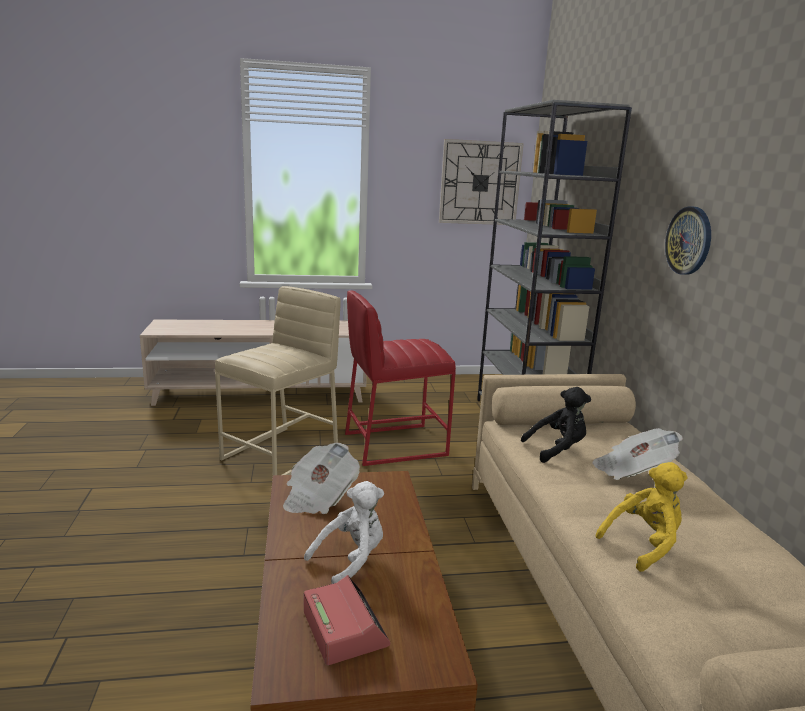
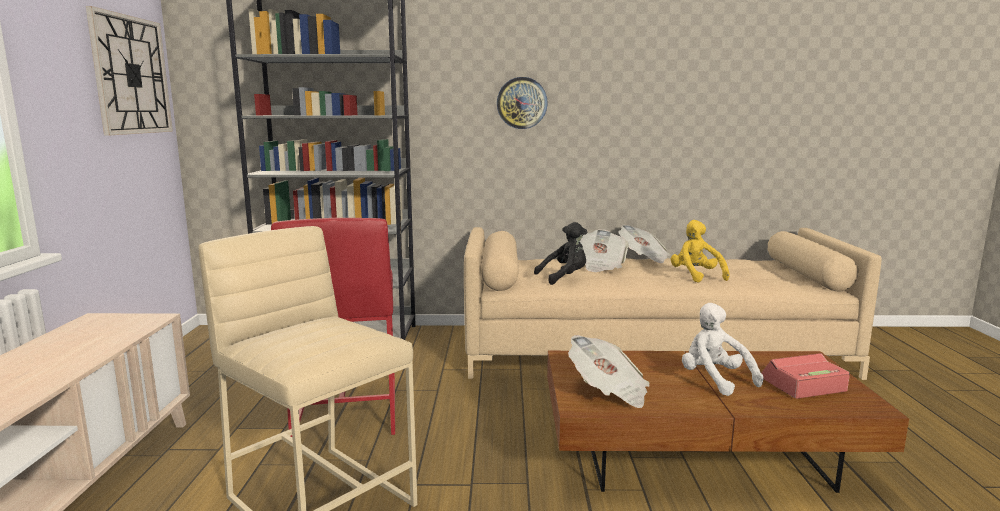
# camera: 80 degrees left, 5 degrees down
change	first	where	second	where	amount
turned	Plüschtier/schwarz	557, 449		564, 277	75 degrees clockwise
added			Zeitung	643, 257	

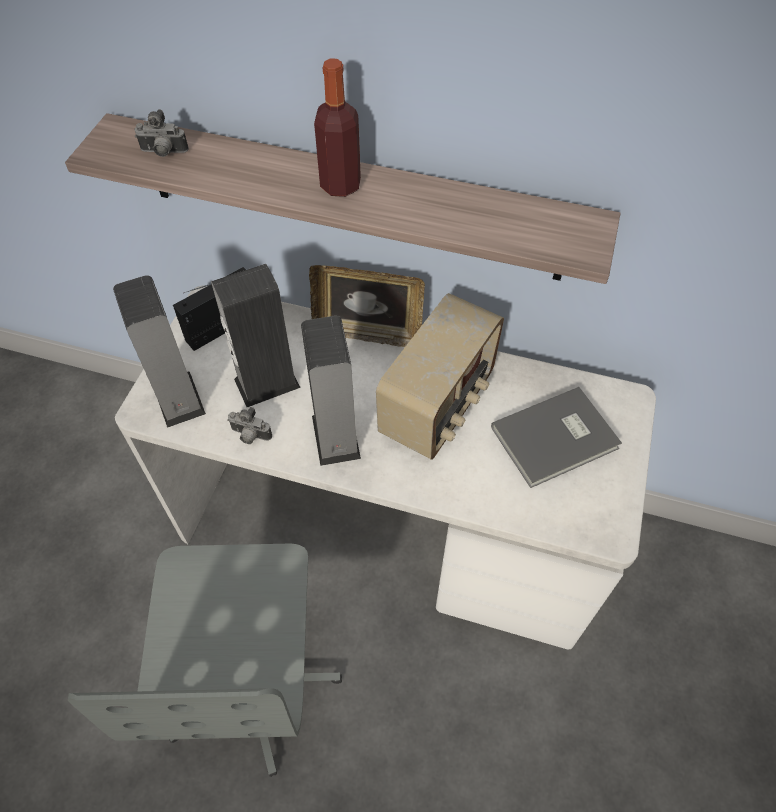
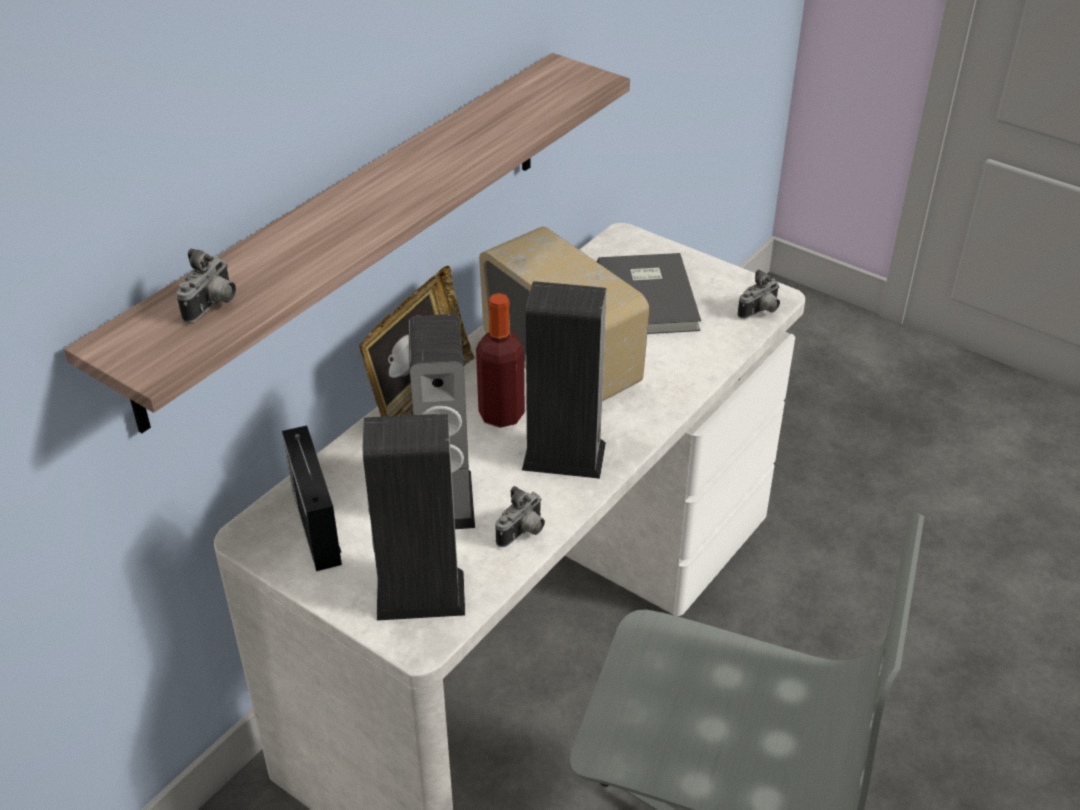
# camera: 70 degrees left, 15 degrees down
change	first	where	second	where	amount
moved	Flasche	340, 185		501, 414	
added			Kamera	760, 312	

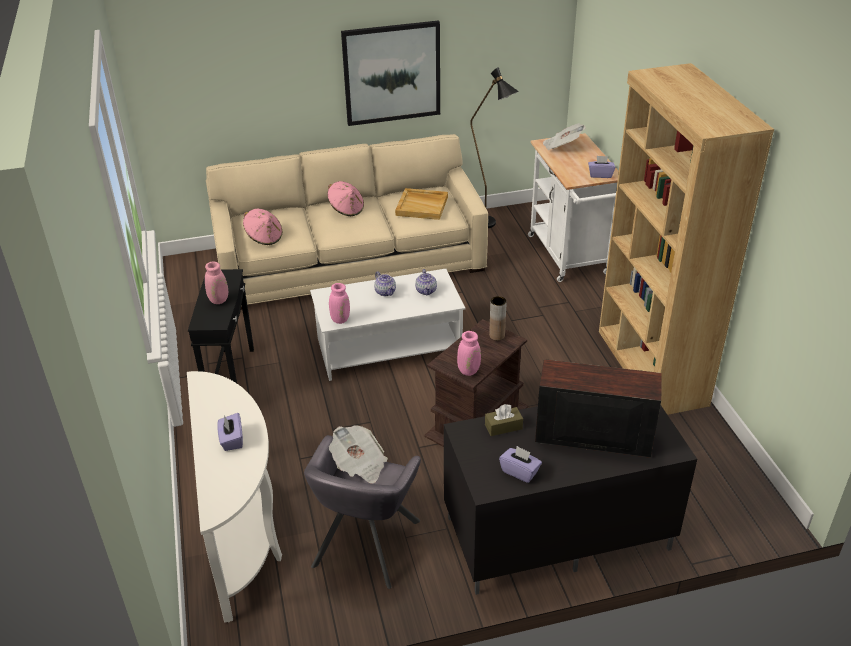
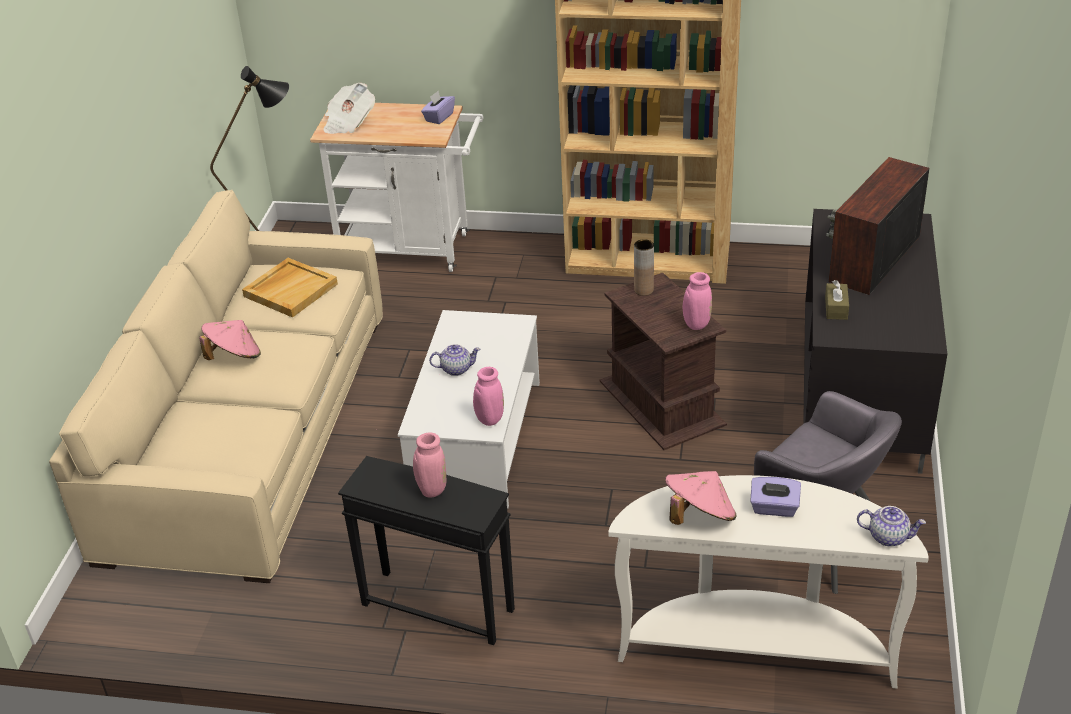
# camera: 65 degrees left, 0 degrees up
change	first	where	second	where	amount
moved	Hut/rosa	264, 238		699, 515	
removed	Zeitung	359, 465			
removed	Bild	392, 73			
moved	Teekanne	426, 291		889, 536	
removed	Taschentuchbox/lila	520, 471			

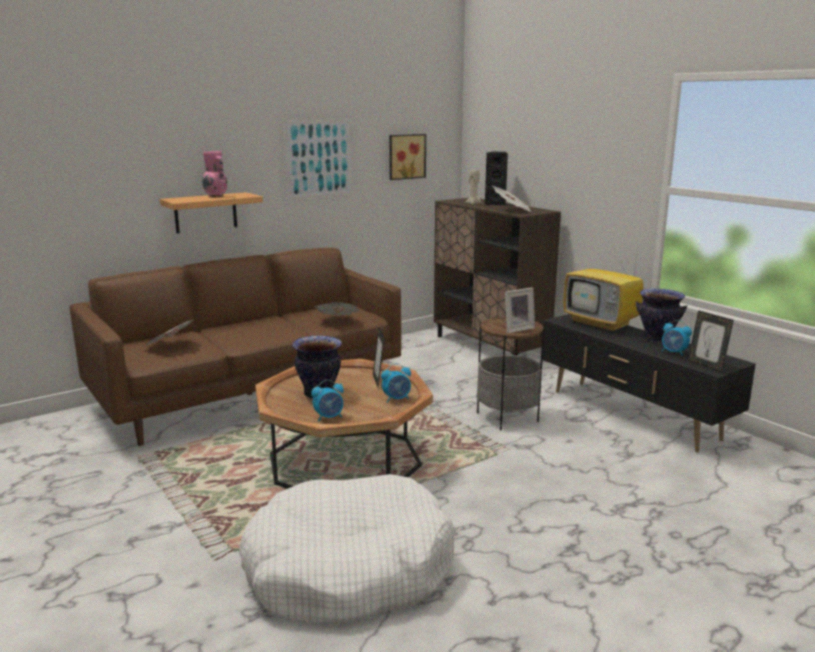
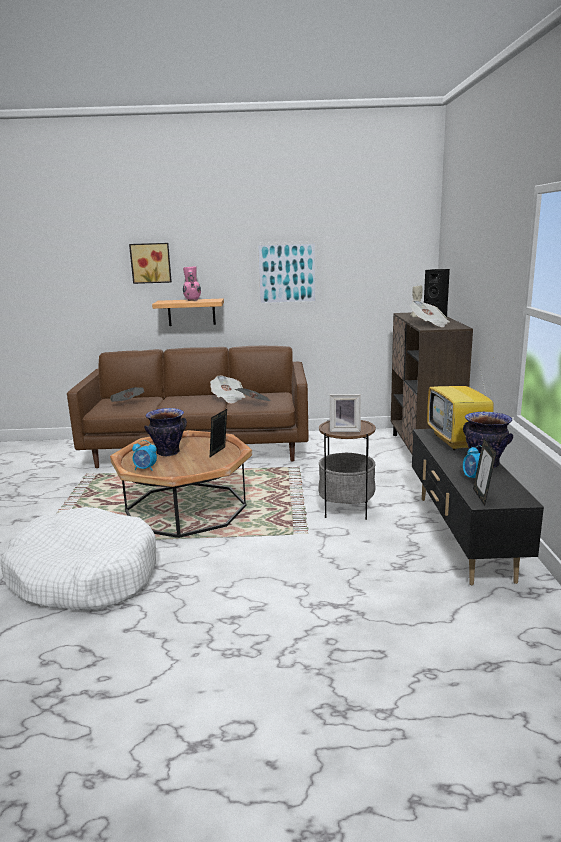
# camera: 35 degrees right, 0 degrees up
change	first	where	second	where	amount
removed	Wecker	397, 399			
moved	Bild	406, 156		151, 263	
added			Zeitung	228, 399	

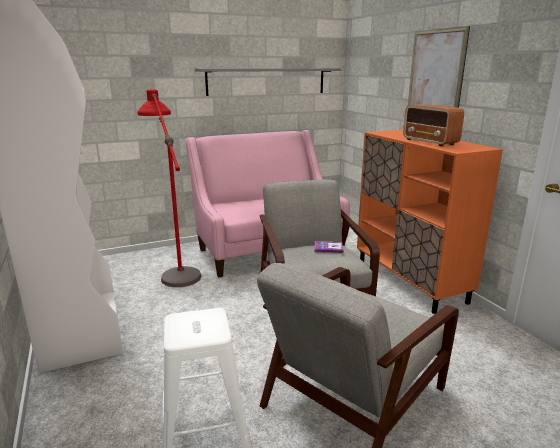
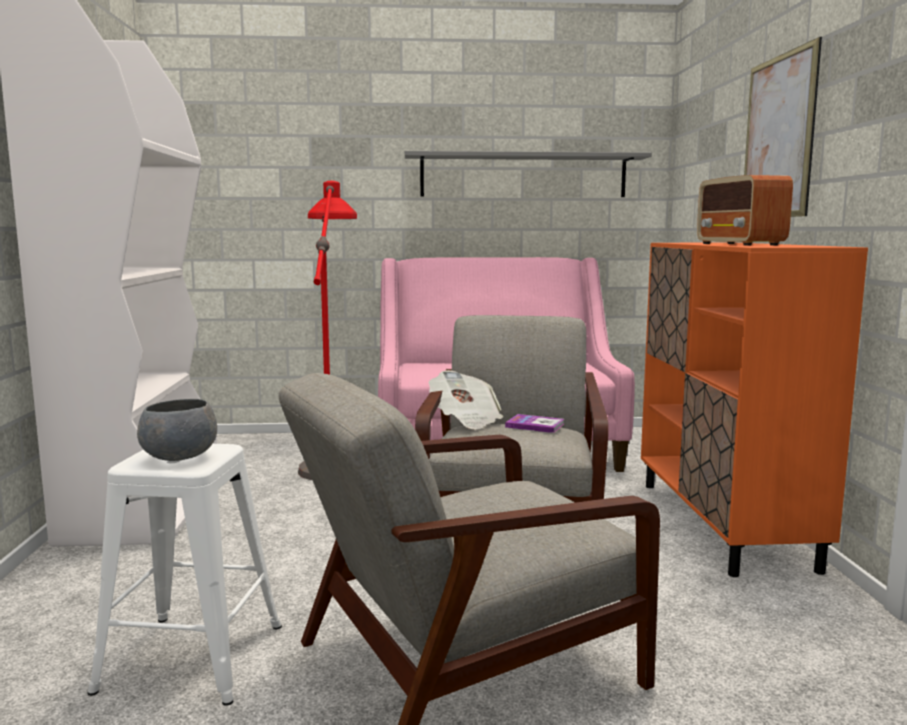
# camera: 20 degrees right, 10 degrees down
change	first	where	second	where	amount
added			Schüssel/grau	179, 457	
added			Zeitung	465, 419	

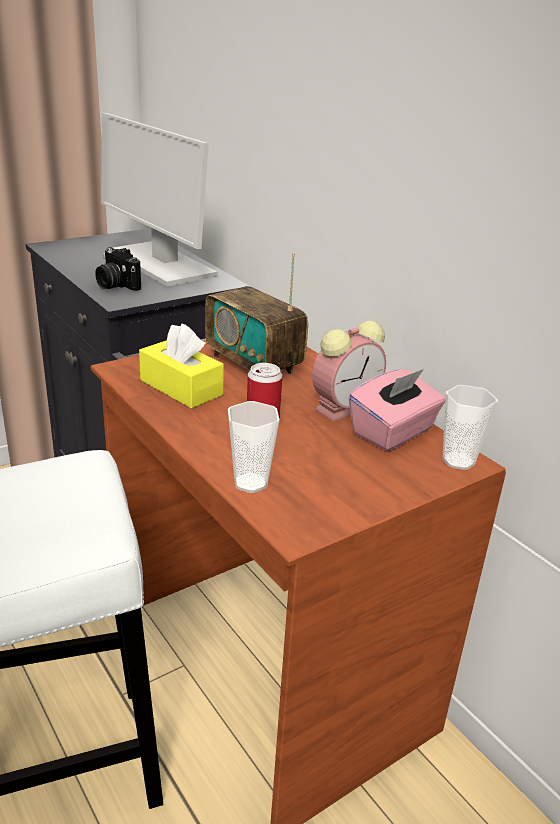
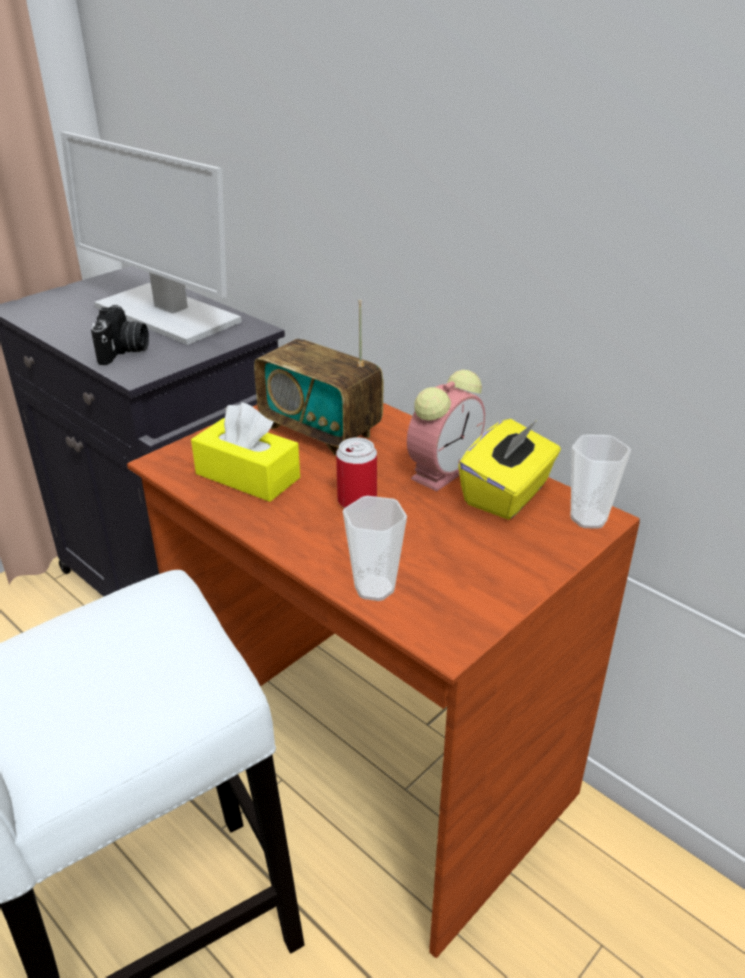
# camera: 10 degrees left, 5 degrees up
change	first	where	second	where	amount
turned	Kamera	116, 285		124, 351	120 degrees counterclockwise
recoloured	Taschentuchbox/rosa	393, 432	Taschentuchbox/gelb	507, 494	

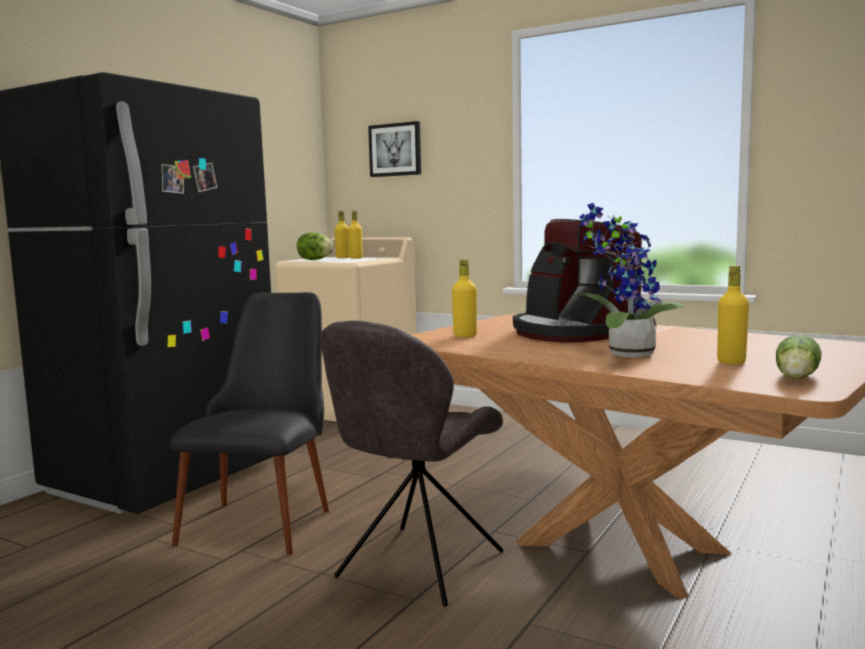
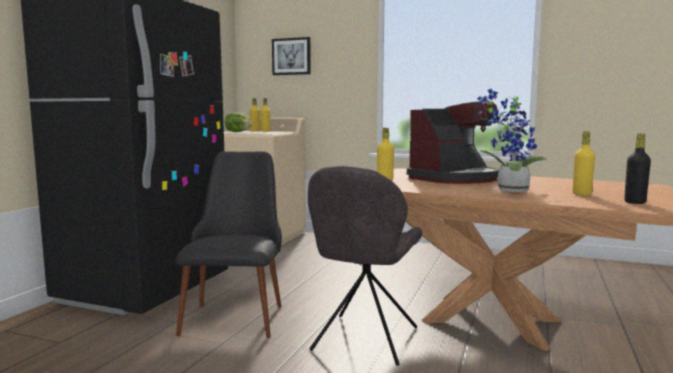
# camera: 10 degrees left, 0 degrees up
change	first	where	second	where	amount
turned	Kaffeemaschine	572, 332		455, 178	90 degrees counterclockwise
replaced	Salatkopf	796, 378	Flasche/schwarz	635, 202	

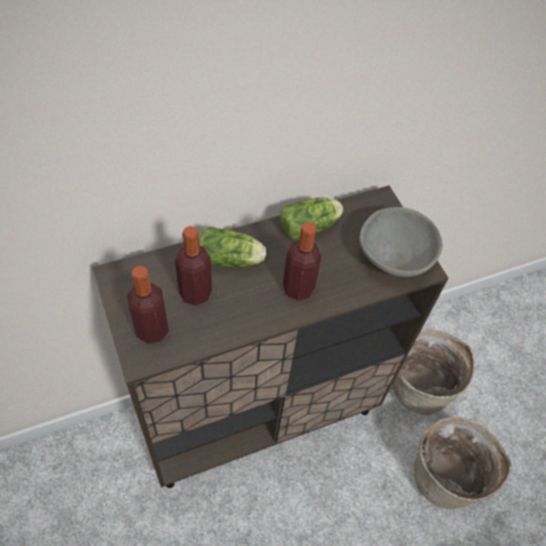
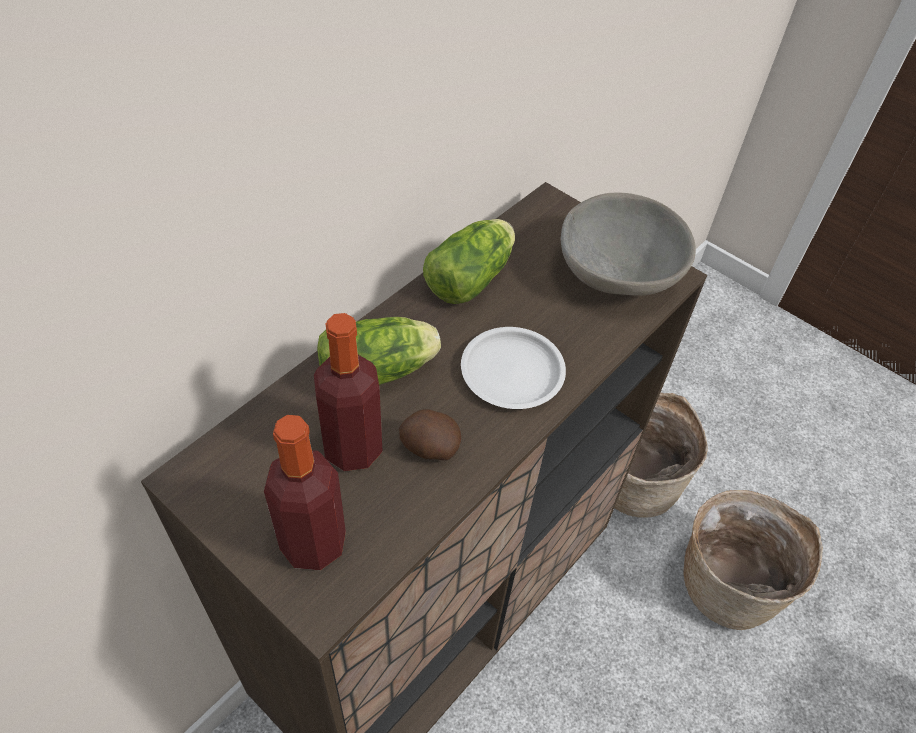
# camera: 25 degrees left, 5 degrees down
change	first	where	second	where	amount
replaced	Flasche	298, 288	Teller/weiß	511, 373	
added			Kartoffel	429, 447	

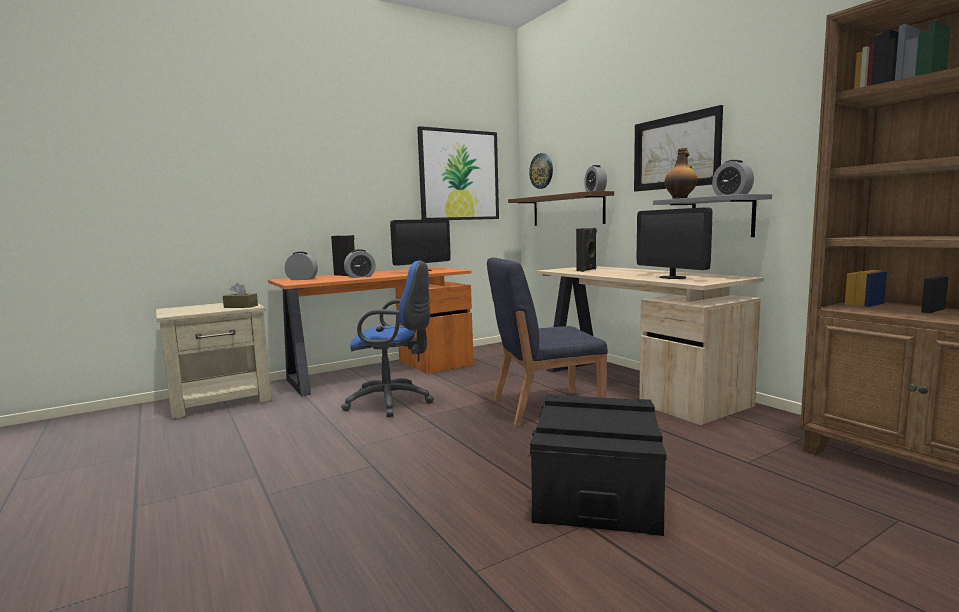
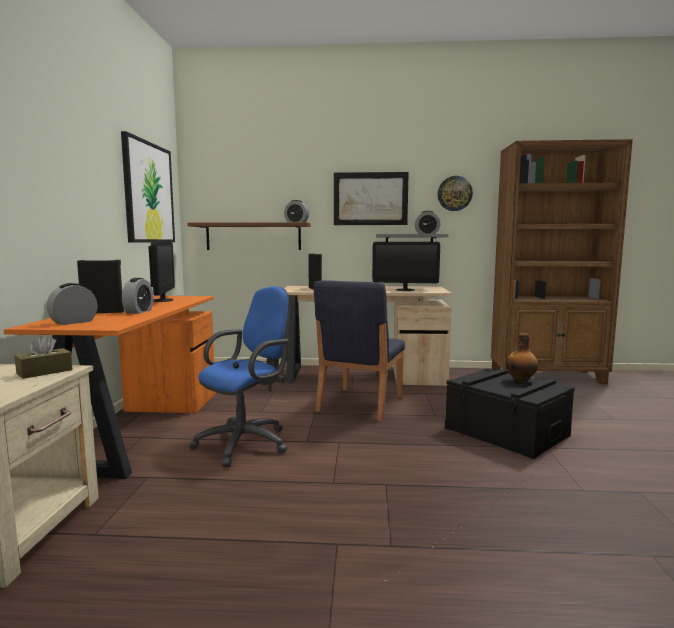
# camera: 55 degrees left, 0 degrees up
change	first	where	second	where	amount
moved	Wanduhr	541, 171		454, 193	
moved	Flasche	680, 198		521, 381	

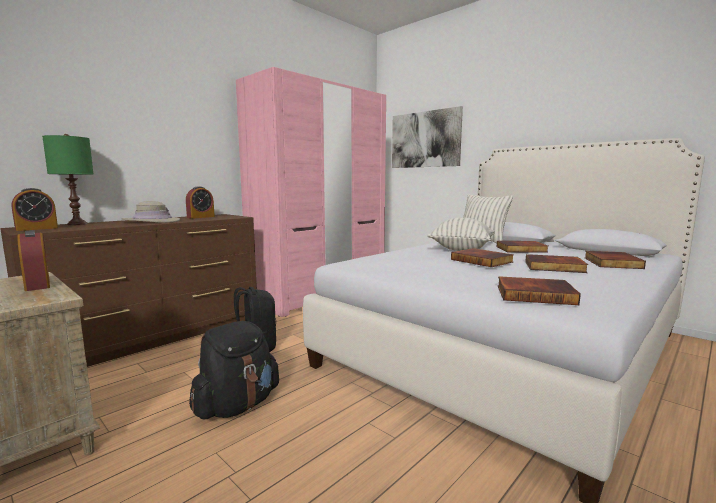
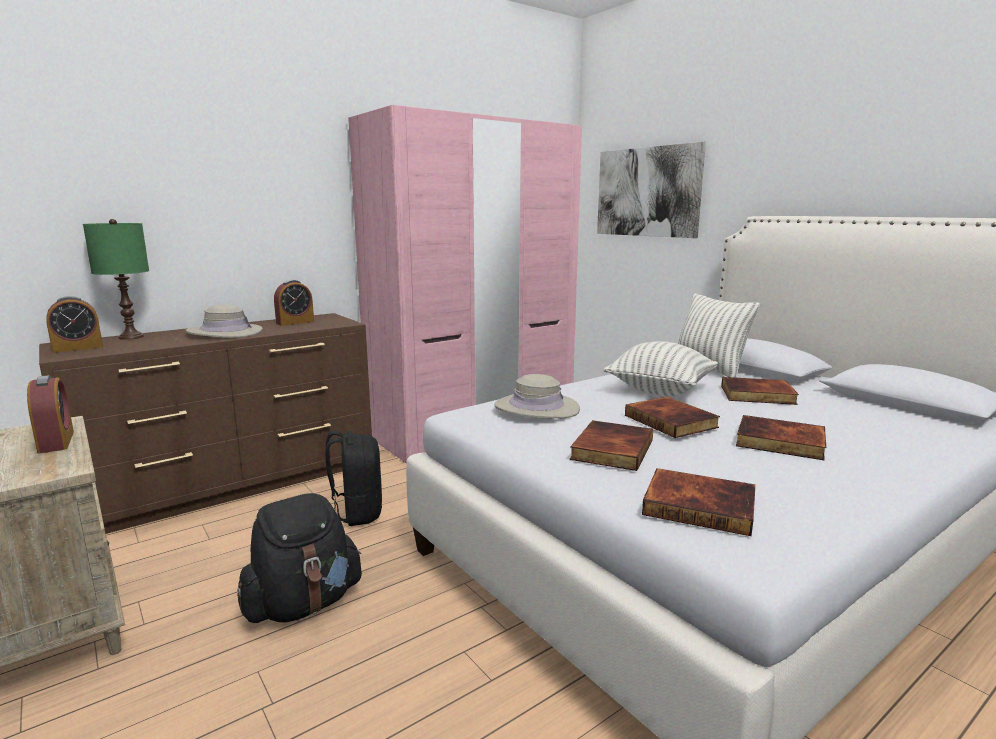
# camera: 10 degrees right, 5 degrees up
change	first	where	second	where	amount
moved	Buch	611, 263		610, 449	
added			Hut/beige	536, 408	

